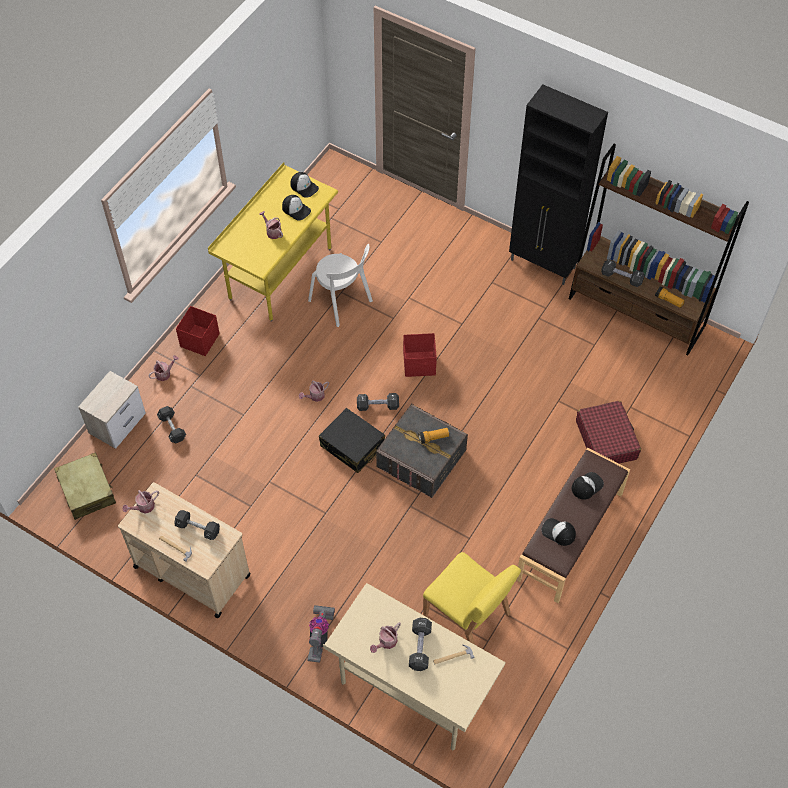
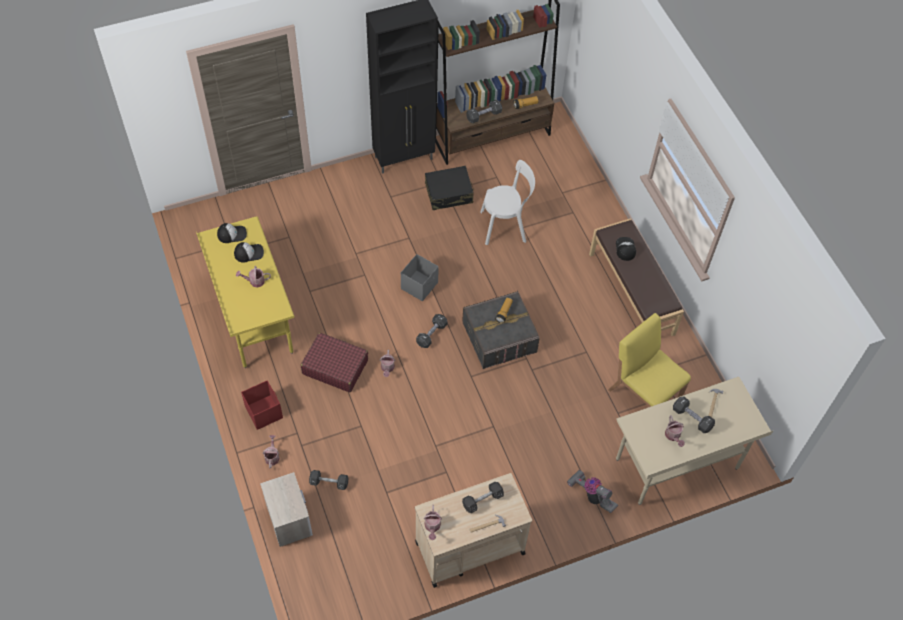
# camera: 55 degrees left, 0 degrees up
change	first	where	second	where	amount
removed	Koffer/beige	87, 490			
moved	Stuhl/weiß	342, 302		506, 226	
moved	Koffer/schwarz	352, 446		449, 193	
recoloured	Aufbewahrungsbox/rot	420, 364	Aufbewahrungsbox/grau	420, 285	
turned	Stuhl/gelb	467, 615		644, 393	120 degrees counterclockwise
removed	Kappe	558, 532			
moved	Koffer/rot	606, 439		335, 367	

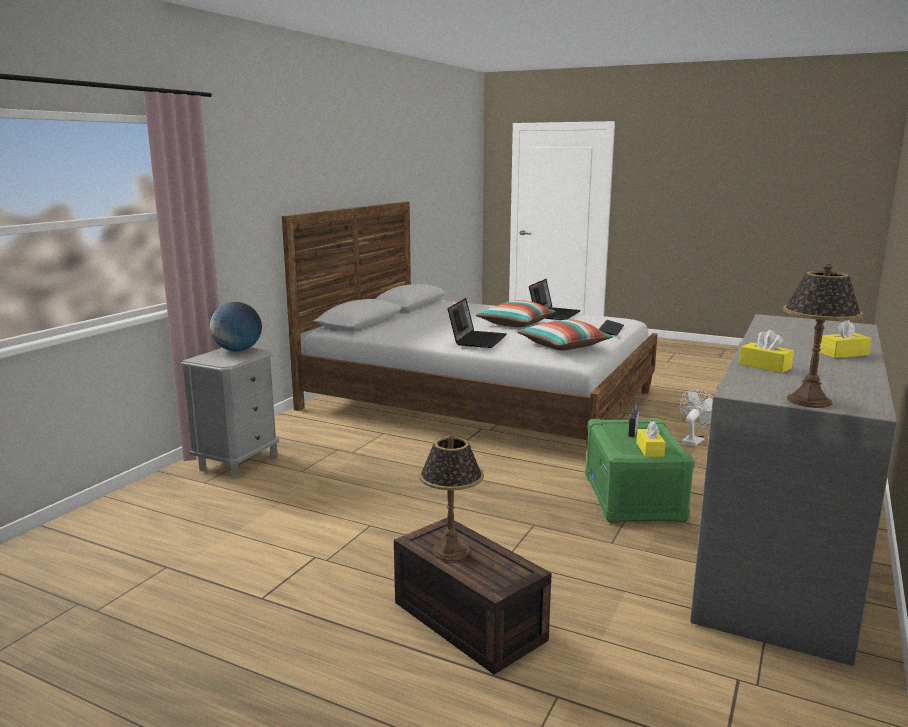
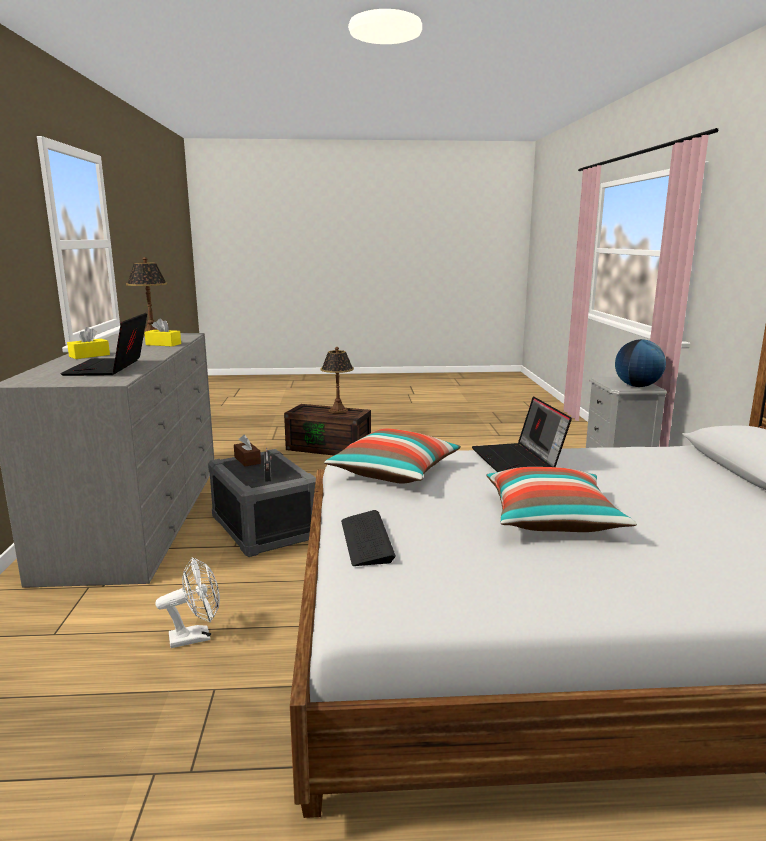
# camera: 150 degrees right, 0 degrees up
change	first	where	second	where	amount
moved	Laptop	554, 314		109, 368	
recoloured	Aufbewahrungsbox/grün	634, 498	Aufbewahrungsbox/grau	263, 528	
recoloured	Taschentuchbox/gelb	650, 449	Taschentuchbox/braun	247, 460	
turned	Ventilator/weiß	694, 440		197, 636	120 degrees counterclockwise

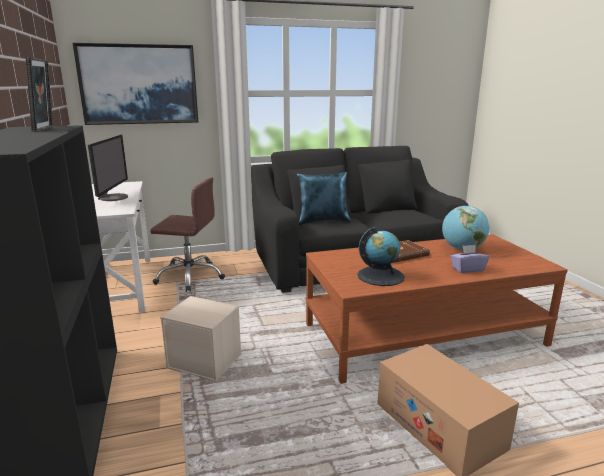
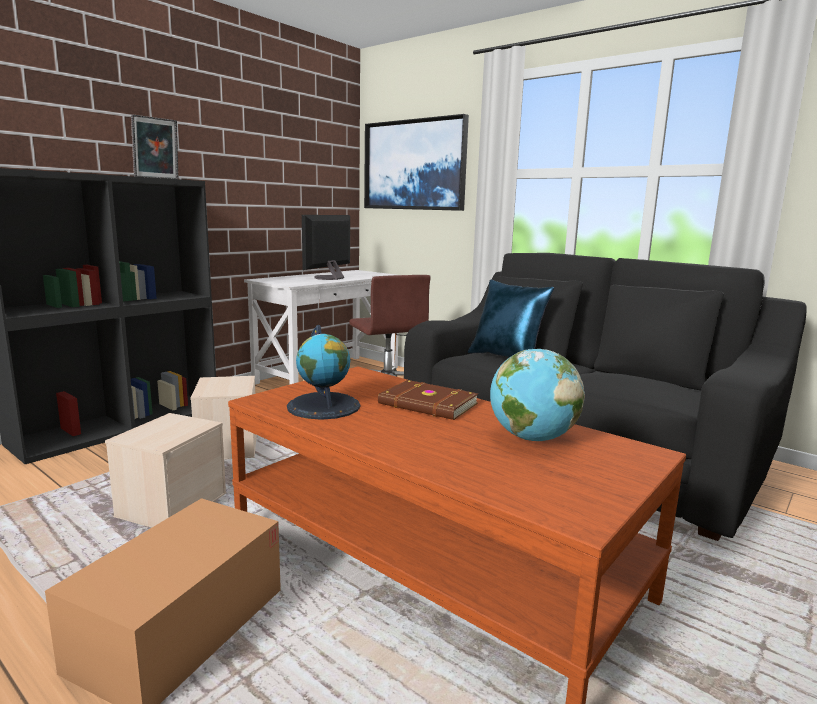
# camera: 55 degrees right, 5 degrees down
change	first	where	second	where	amount
turned	Monitor	113, 197		329, 278	150 degrees clockwise
removed	Taschentuchbox/lila	467, 269			
added			Aufbewahrungsbox/beige	172, 505	

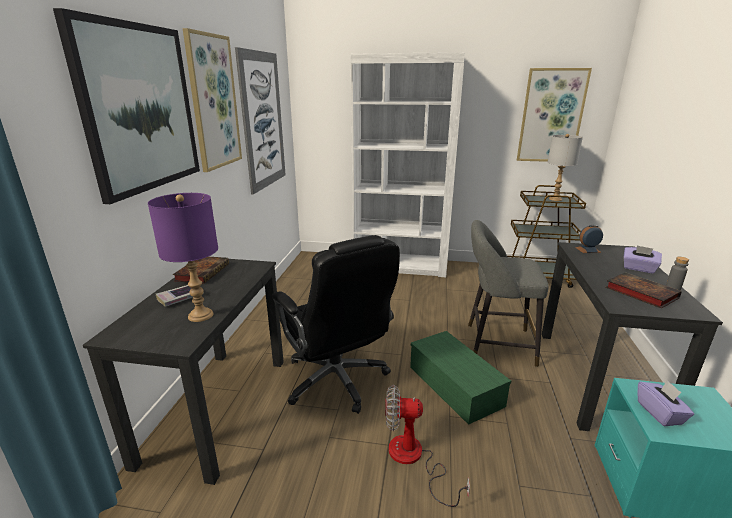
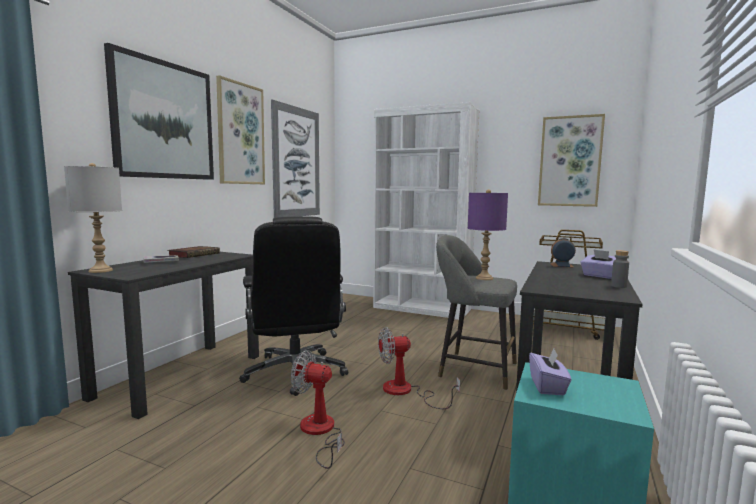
# camera: 15 degrees right, 15 degrees down
change	first	where	second	where	amount
moved	Tischlampe/lila	201, 315		484, 278	
replaced	Aufbewahrungsbox/grün	456, 386	Ventilator	406, 392	
moved	Tischlampe/grau	555, 199		101, 270	
removed	Buch	639, 292			

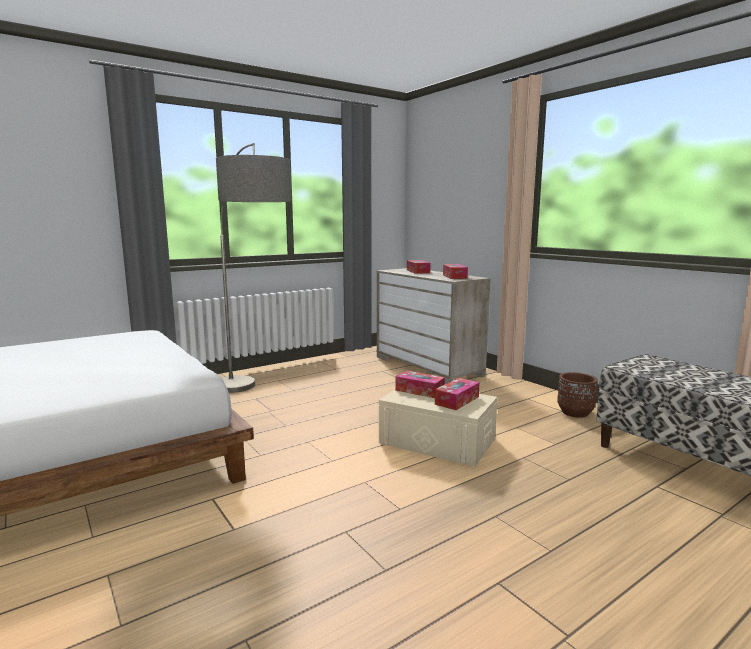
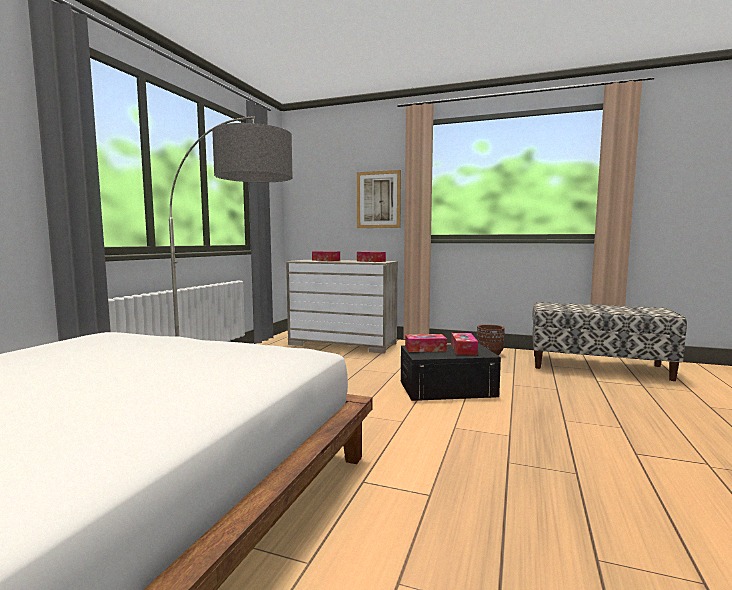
# camera: 35 degrees left, 5 degrees down
change	first	where	second	where	amount
recoloured	Aufbewahrungsbox/beige	437, 441	Aufbewahrungsbox/schwarz	447, 389	
added			Bild	378, 199	

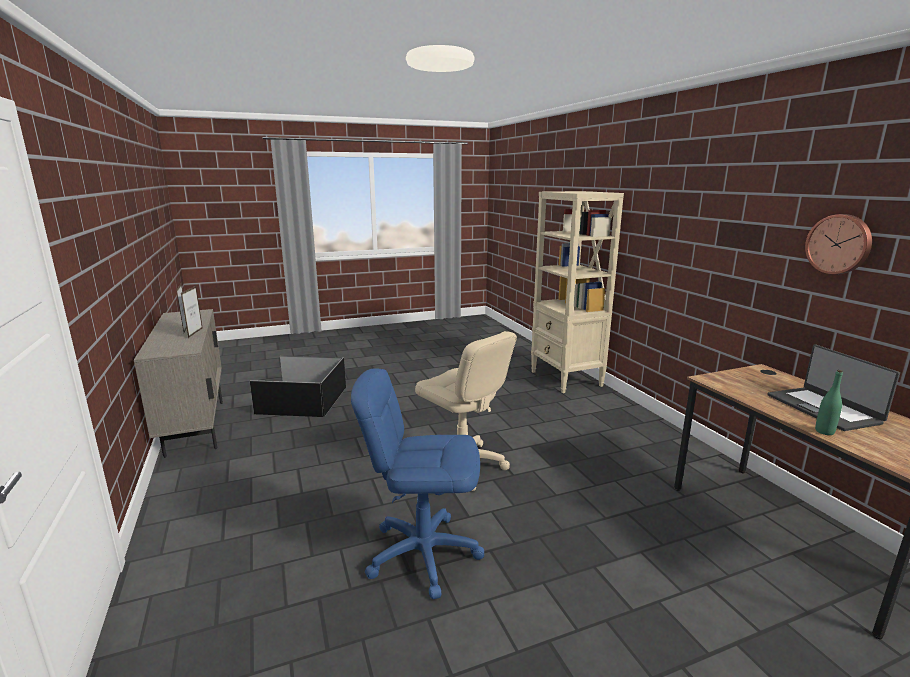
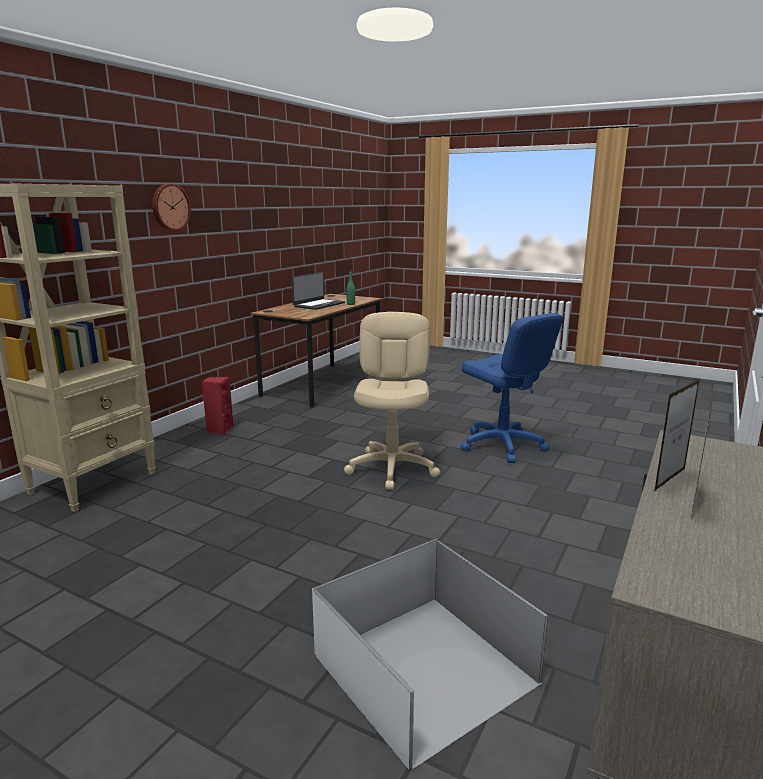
# camera: 130 degrees left, 0 degrees up
change	first	where	second	where	amount
recoloured	Aufbewahrungsbox/schwarz	302, 399	Aufbewahrungsbox/weiß	422, 670	
moved	Wanduhr	839, 244		170, 207	
added			Lautsprecher/rot	219, 430	

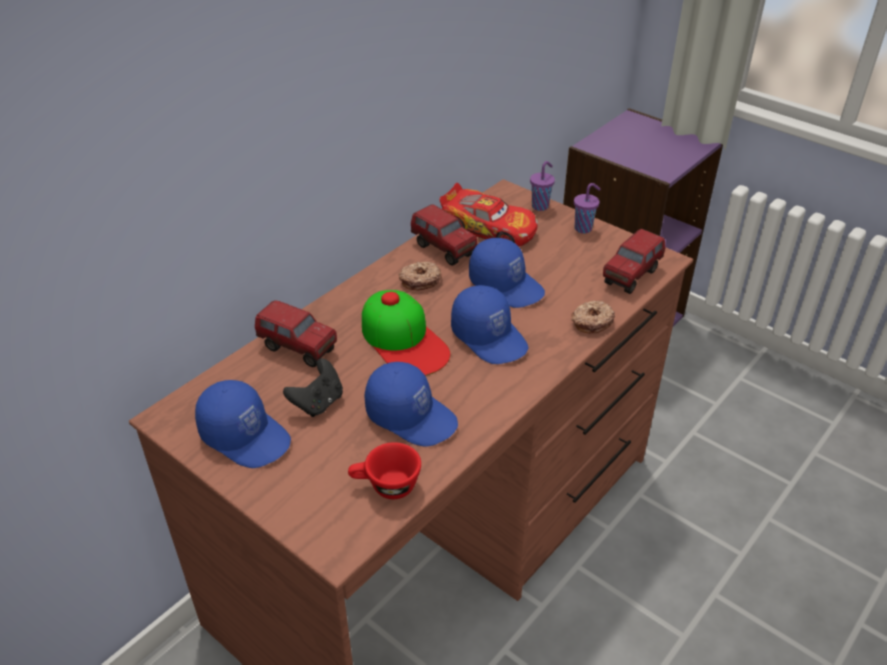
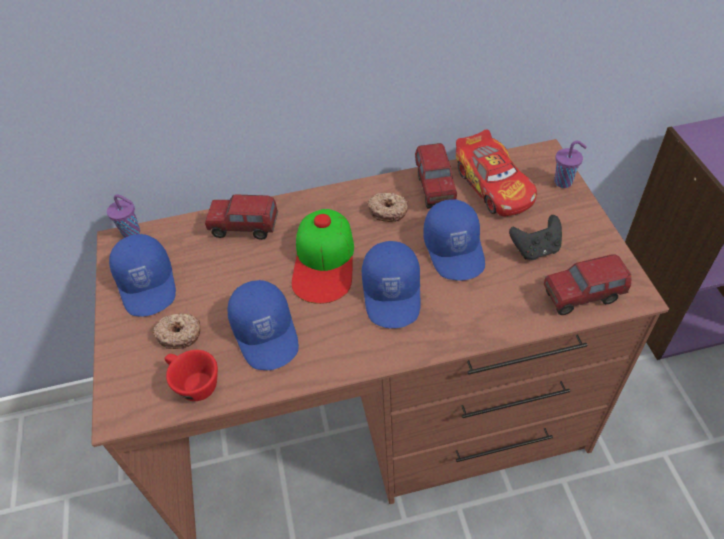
# camera: 40 degrees right, 10 degrees up
change	first	where	second	where	amount
turned	Spielzeuglaster	298, 349		245, 229	120 degrees clockwise
moved	Gamepad/schwarz	318, 403		535, 249	
moved	Donut	591, 322		179, 334	
moved	Tasse/lila	584, 228		132, 233	

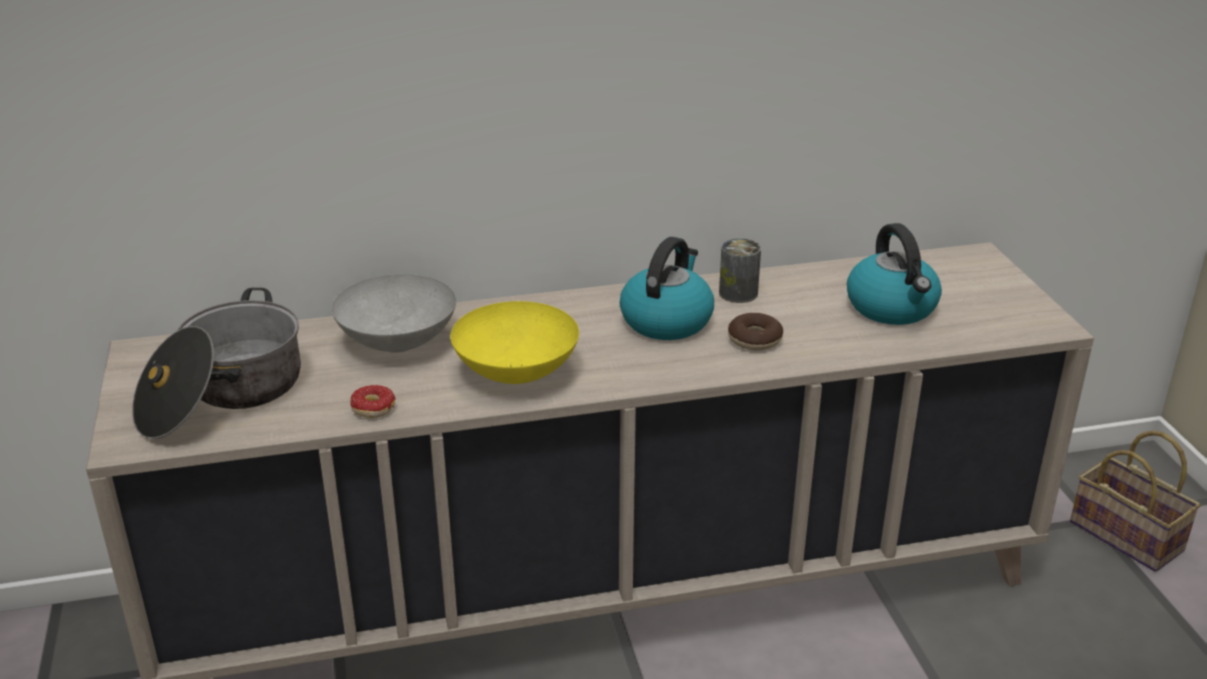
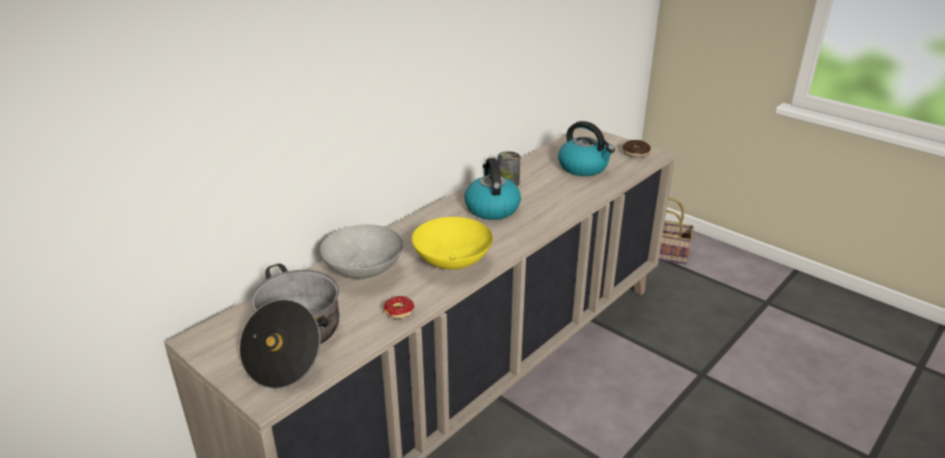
# camera: 35 degrees left, 0 degrees up
change	first	where	second	where	amount
moved	Donut	754, 340		635, 153	

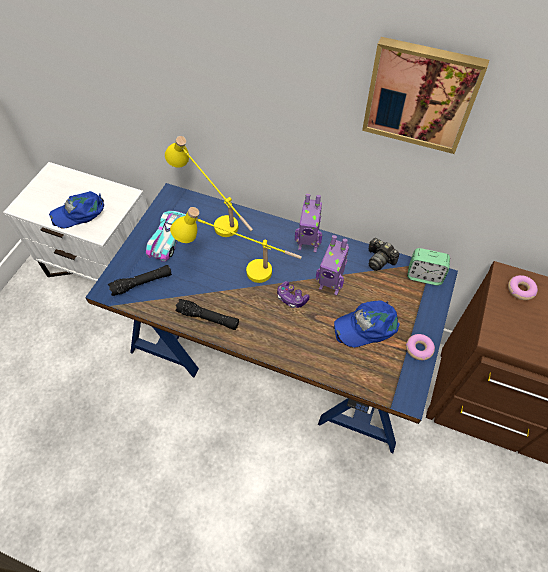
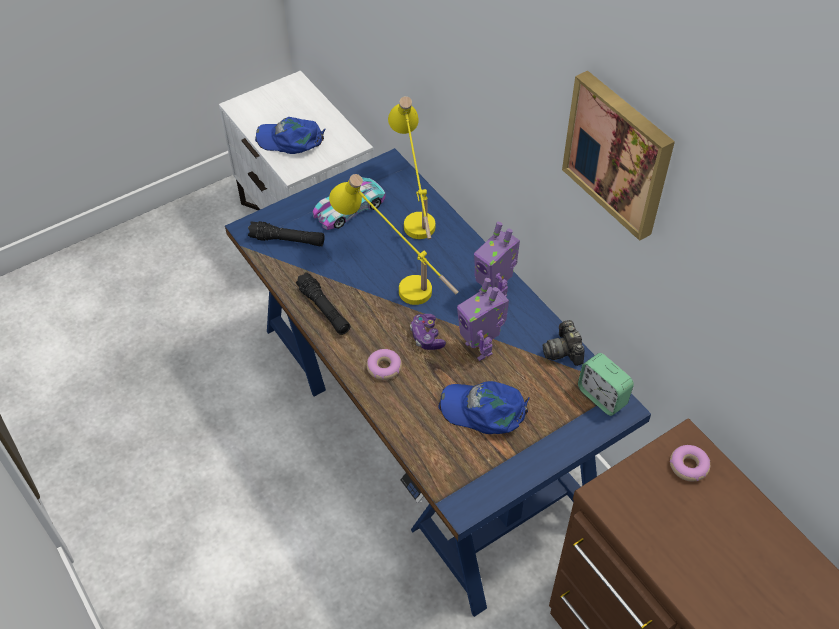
# camera: 35 degrees right, 5 degrees down
change	first	where	second	where	amount
moved	Donut	419, 349		384, 367	

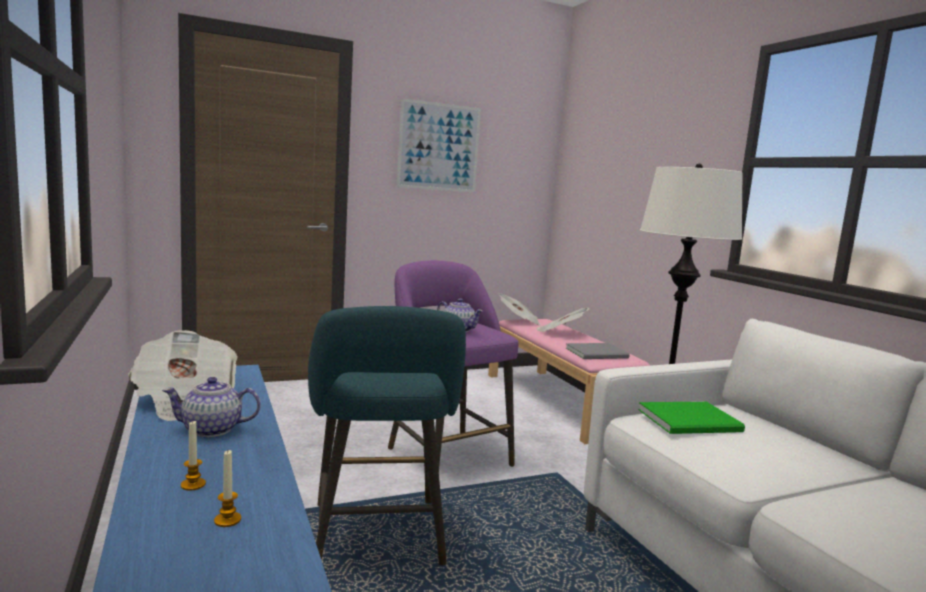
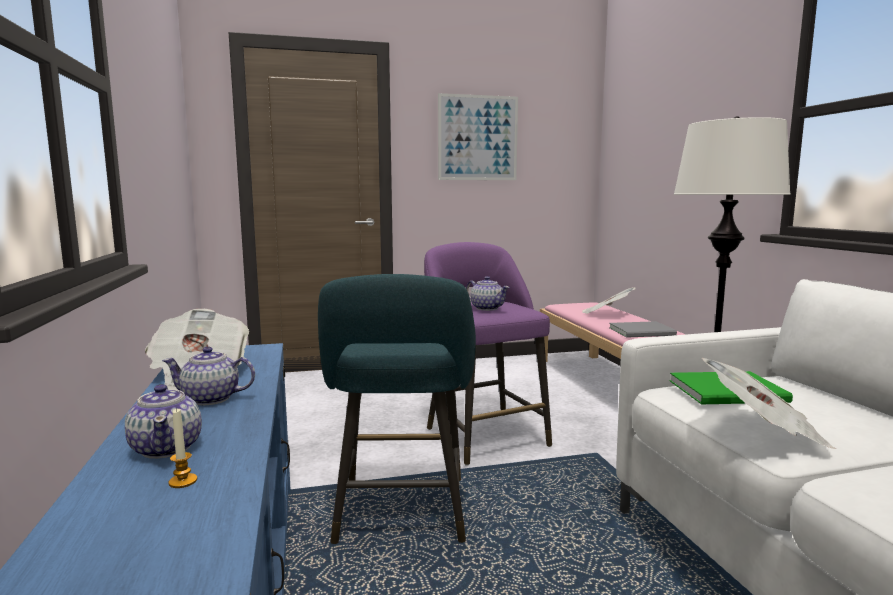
# camera: 10 degrees right, 0 degrees up
change	first	where	second	where	amount
replaced	Kerze	193, 484	Teekanne	167, 448	
moved	Zeitung	519, 321		763, 431	

